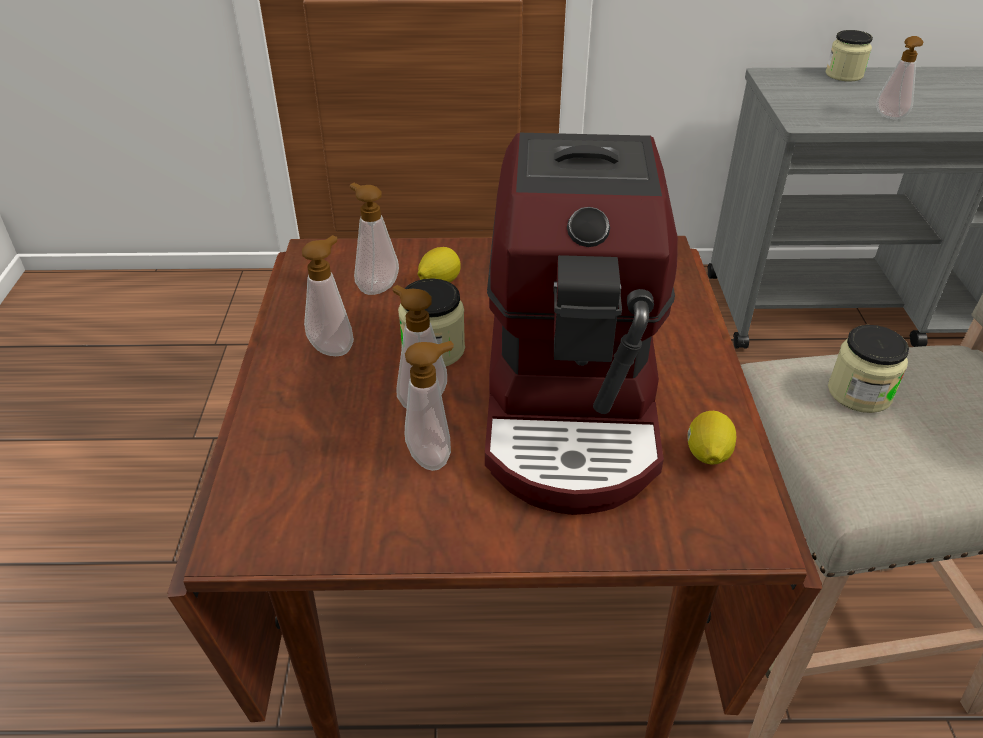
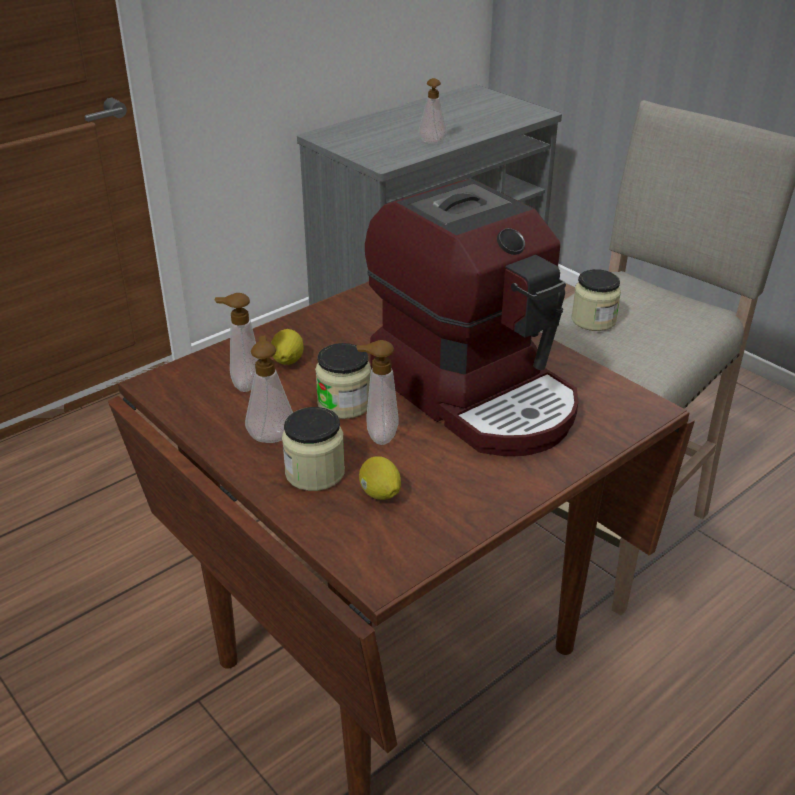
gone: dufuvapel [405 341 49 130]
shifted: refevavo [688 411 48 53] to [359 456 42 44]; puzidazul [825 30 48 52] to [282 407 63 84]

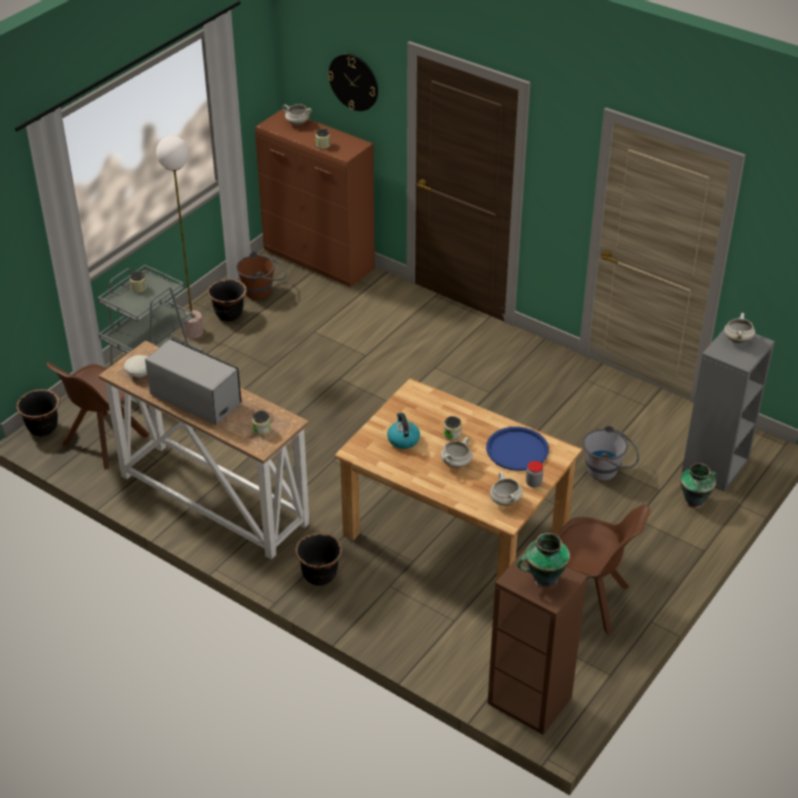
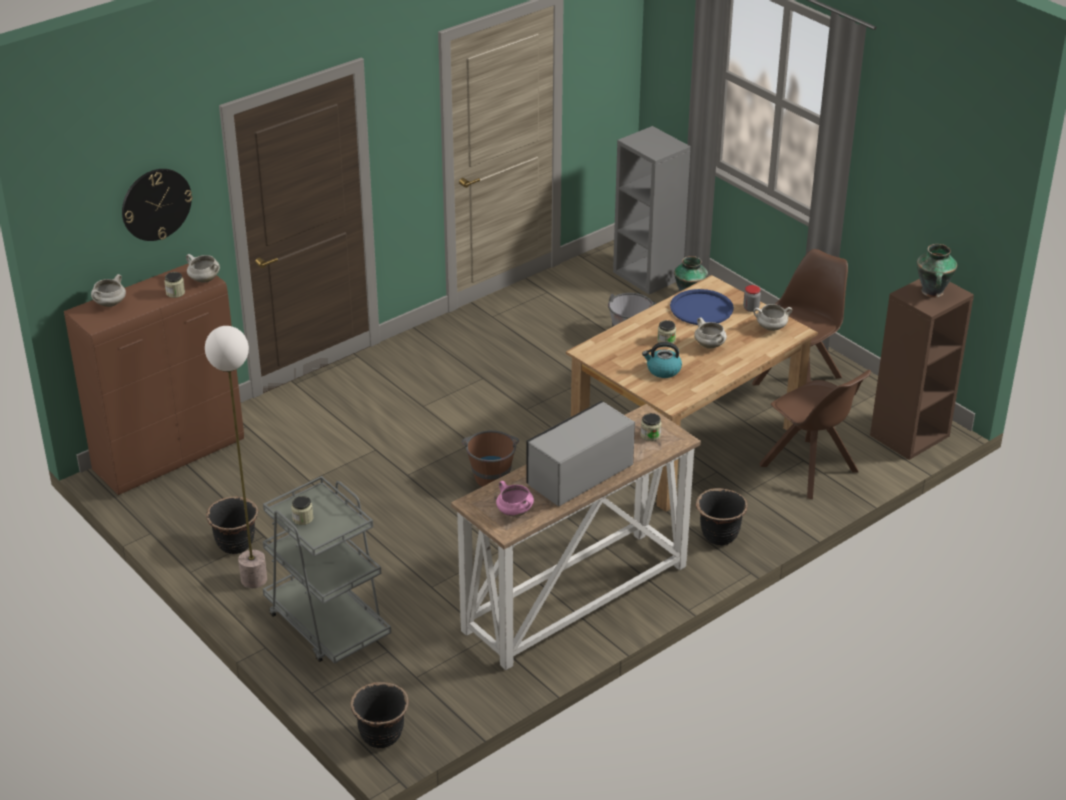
shifted: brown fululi [46 362 103 108] to [759 370 112 129]; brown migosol [236 251 51 49] to [462 430 57 57]; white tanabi [724 313 31 30] to [186 254 34 28]
swapped: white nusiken [124 355 23 23] to pink tanabi [496 481 38 36]

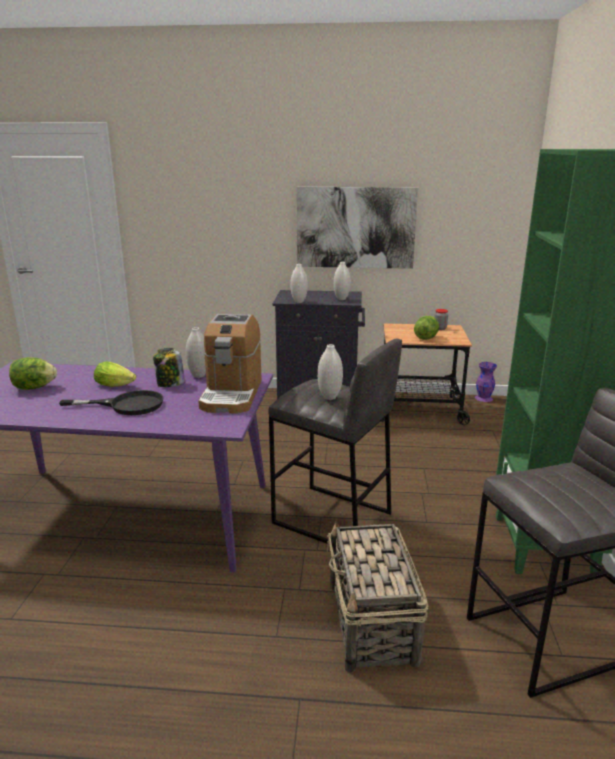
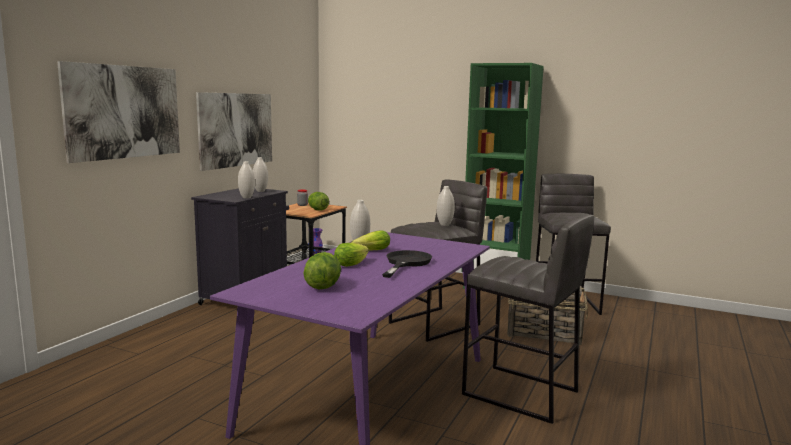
gone: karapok [198 314 64 100]
new: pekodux [57 61 123 102]; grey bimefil [462 215 132 209]
swapped: puzidazul [153 348 32 39] to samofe [351 230 39 21]

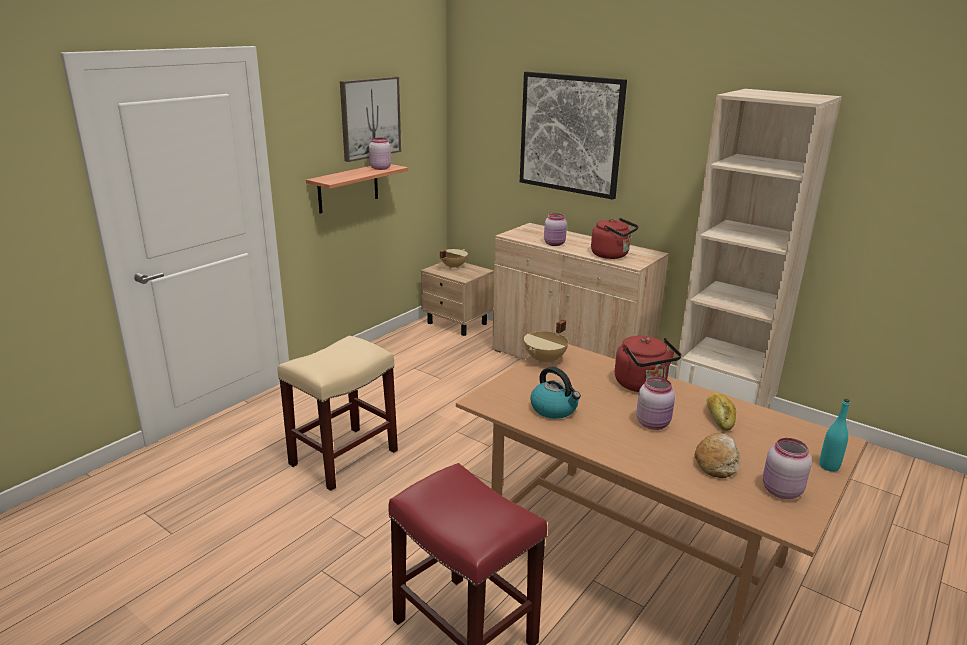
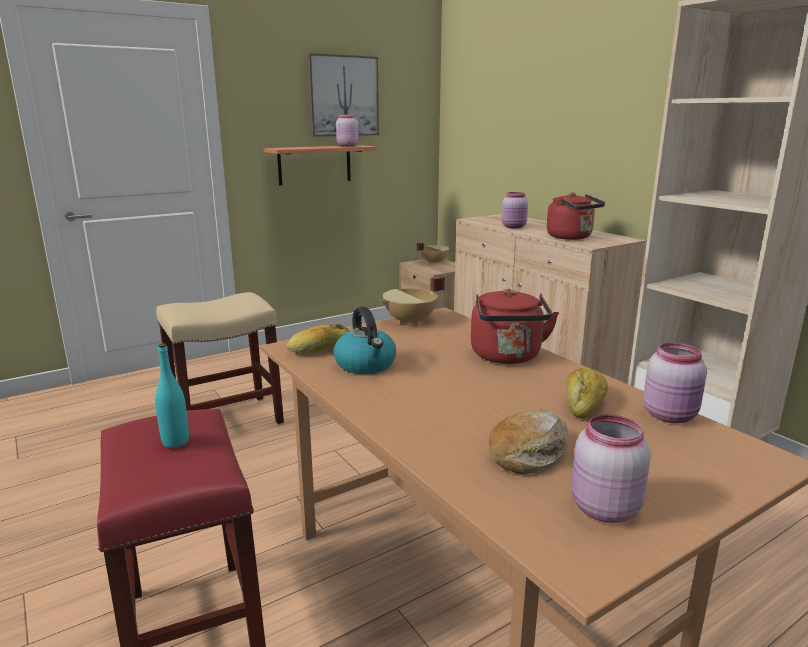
gone: pekodux [520 72 107 128]
new: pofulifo [287 324 63 30]
shifted: pink puzidazul [636 377 39 53] to [643 343 64 80]; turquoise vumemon [819 399 31 73] to [155 343 34 105]

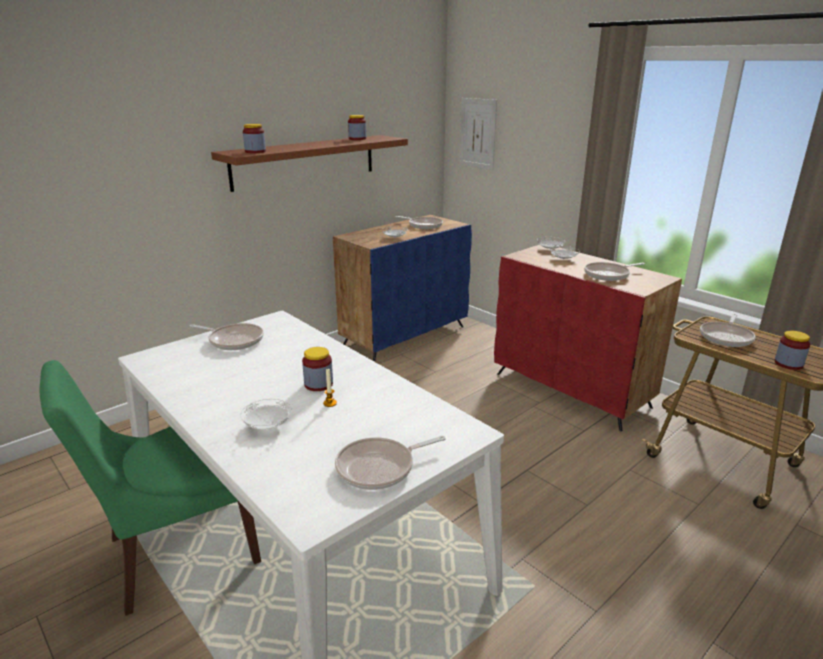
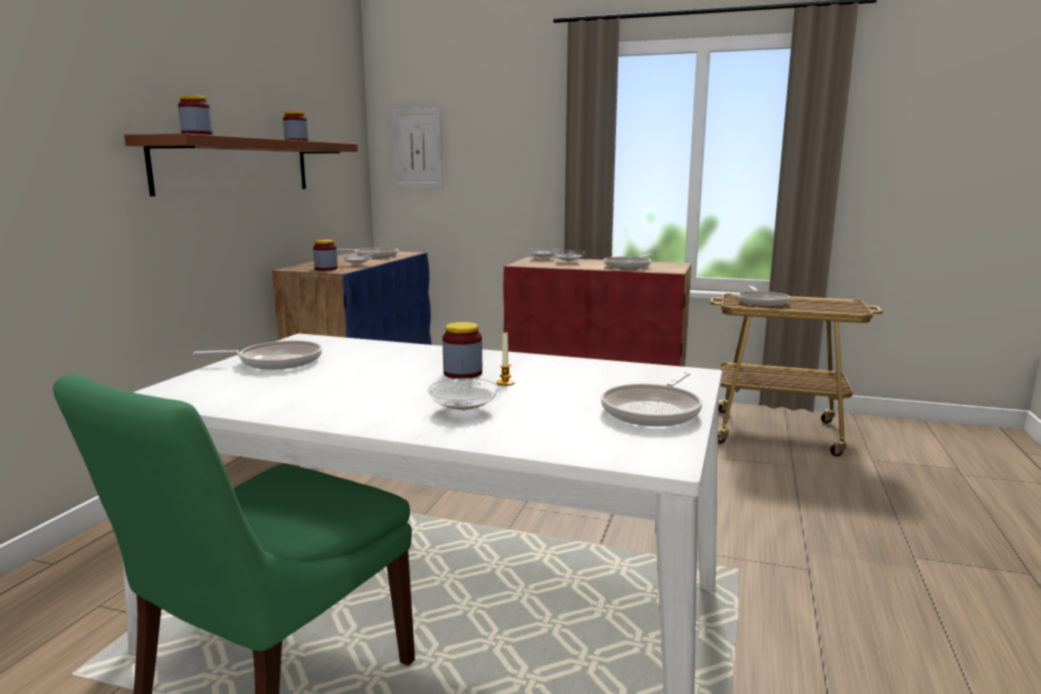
shifted: puzidazul [774 331 37 39] to [313 240 25 31]

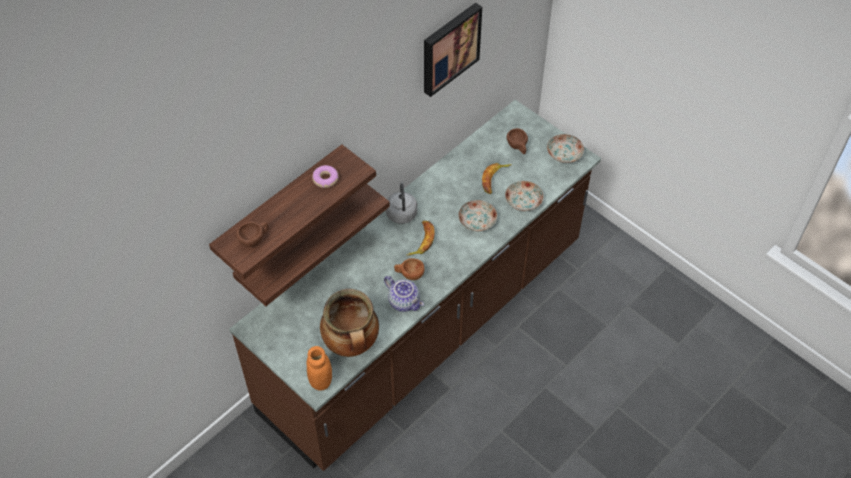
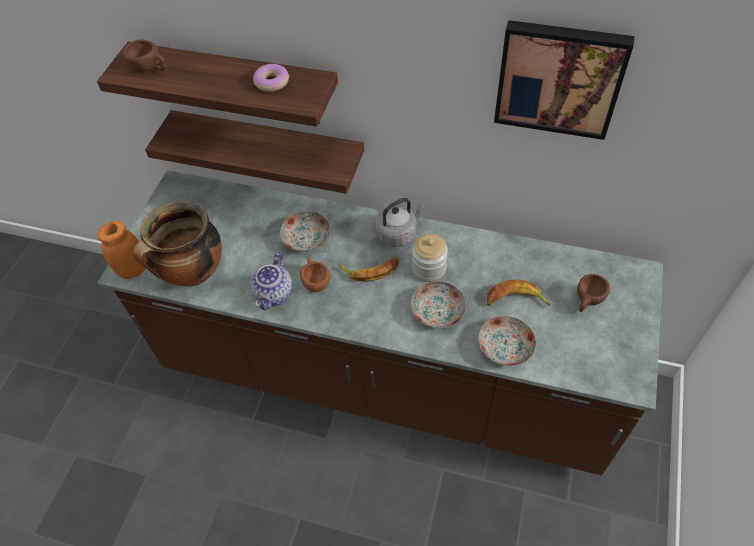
new: puzidazul [412 234 36 48]
shifted: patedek [547 134 37 29] to [280 211 50 40]

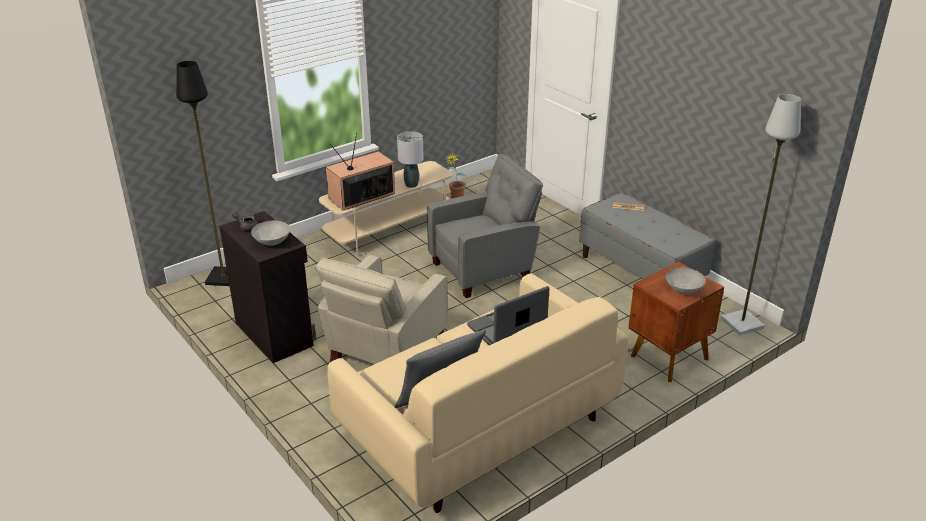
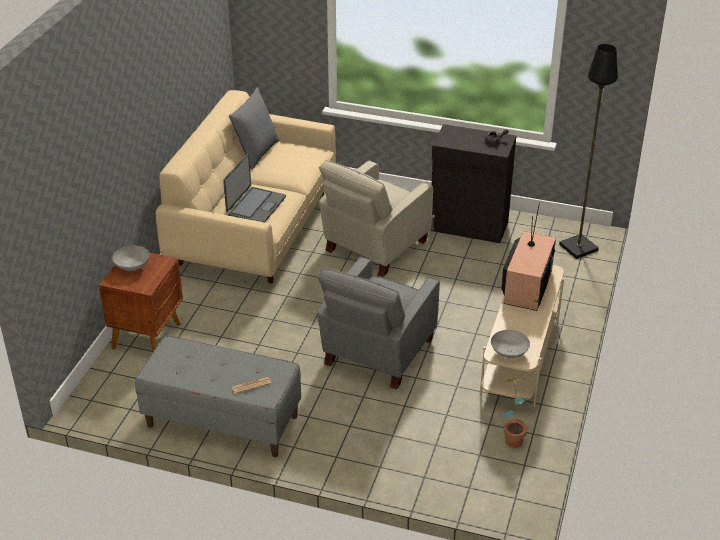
gone: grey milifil [397 131 27 57]; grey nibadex [721 94 80 241]
shifted: grey nusiken [251 221 39 25] to [491 330 39 28]
rotated: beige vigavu [315 254 133 110] = [319 160 114 117] 135 degrees counterclockwise

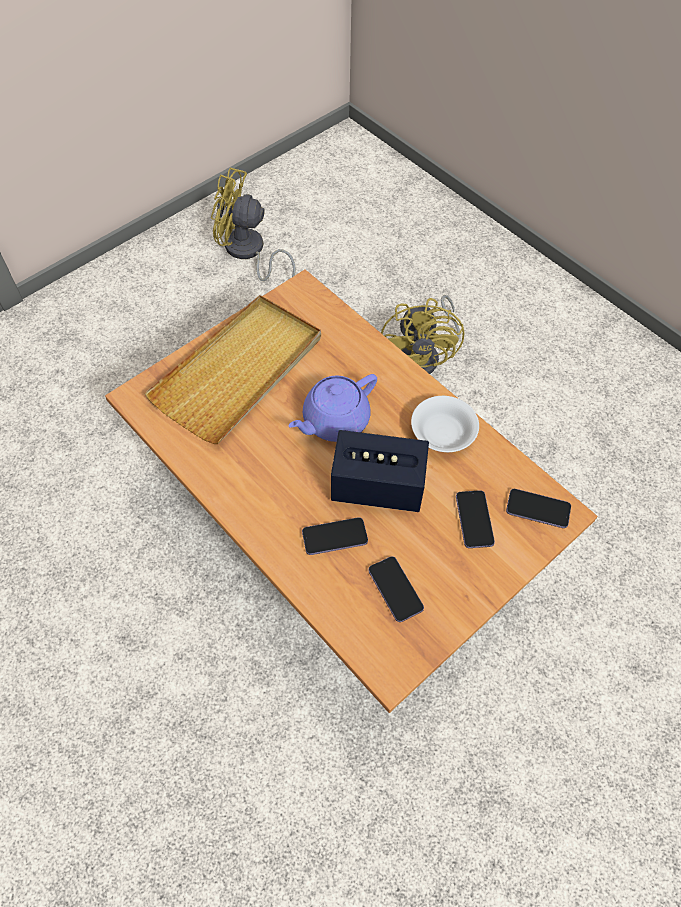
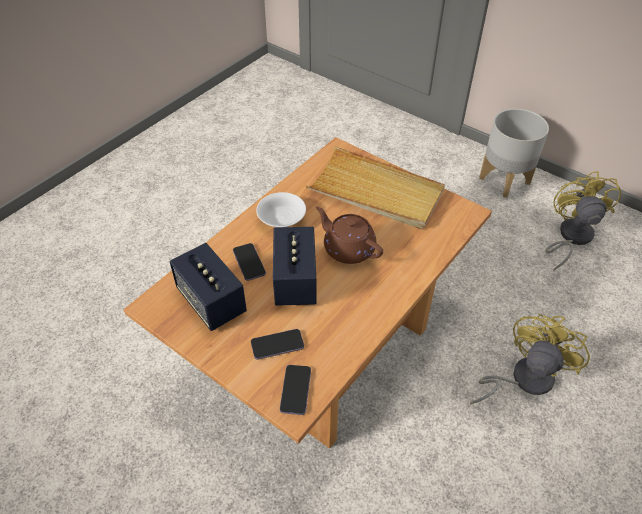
new: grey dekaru [479 108 70 90]
shifted: white nusiken [411 396 68 56] to [256 192 50 36]
swapped: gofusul [368 556 56 66] to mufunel [170 243 77 88]
repainted: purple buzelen [288 374 89 68] to brown buzelen [316 206 67 58]
rotated: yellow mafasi [381 295 84 79] = [470 314 120 90] 135 degrees clockwise

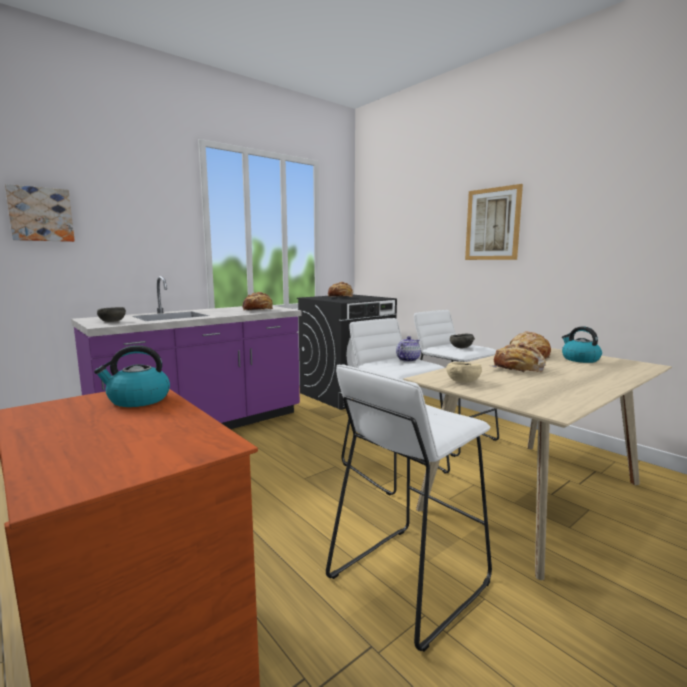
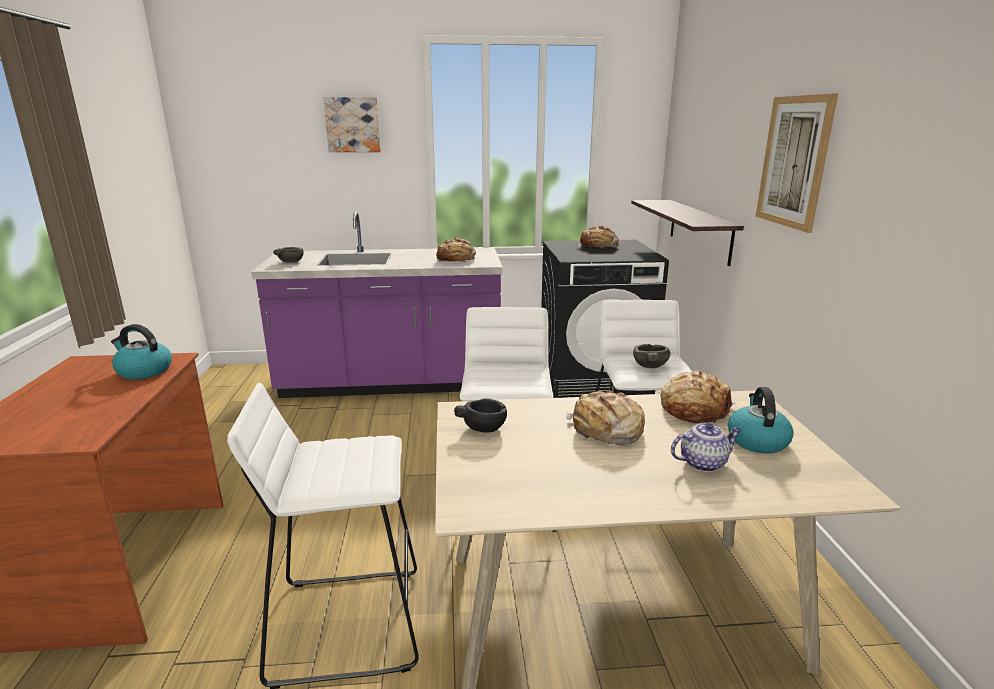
new: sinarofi [631 200 113 66]
shifted: pekodux [5 184 70 58] to [324 97 57 55]; buzelen [396 336 25 26] to [671 422 70 50]
repainted: beige nusiken [446 362 36 21] to black nusiken [454 398 53 35]

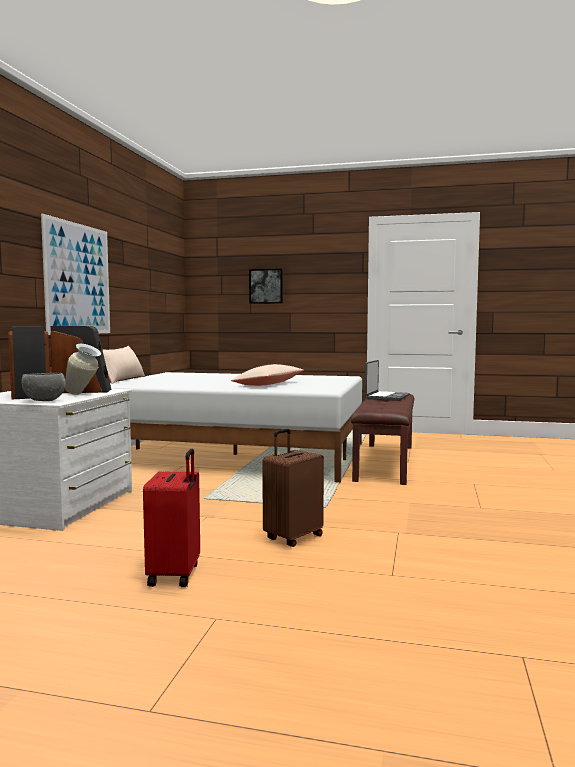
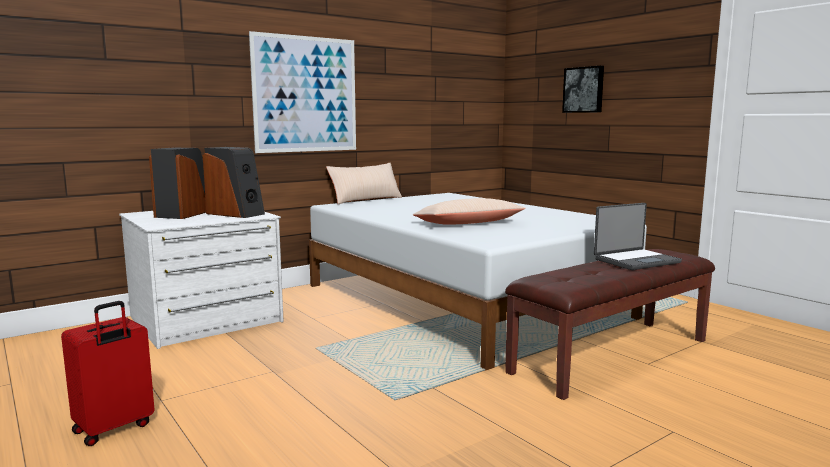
gone: grey nusiken [22 373 44 28]; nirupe [65 344 36 51]; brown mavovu [262 429 62 118]

